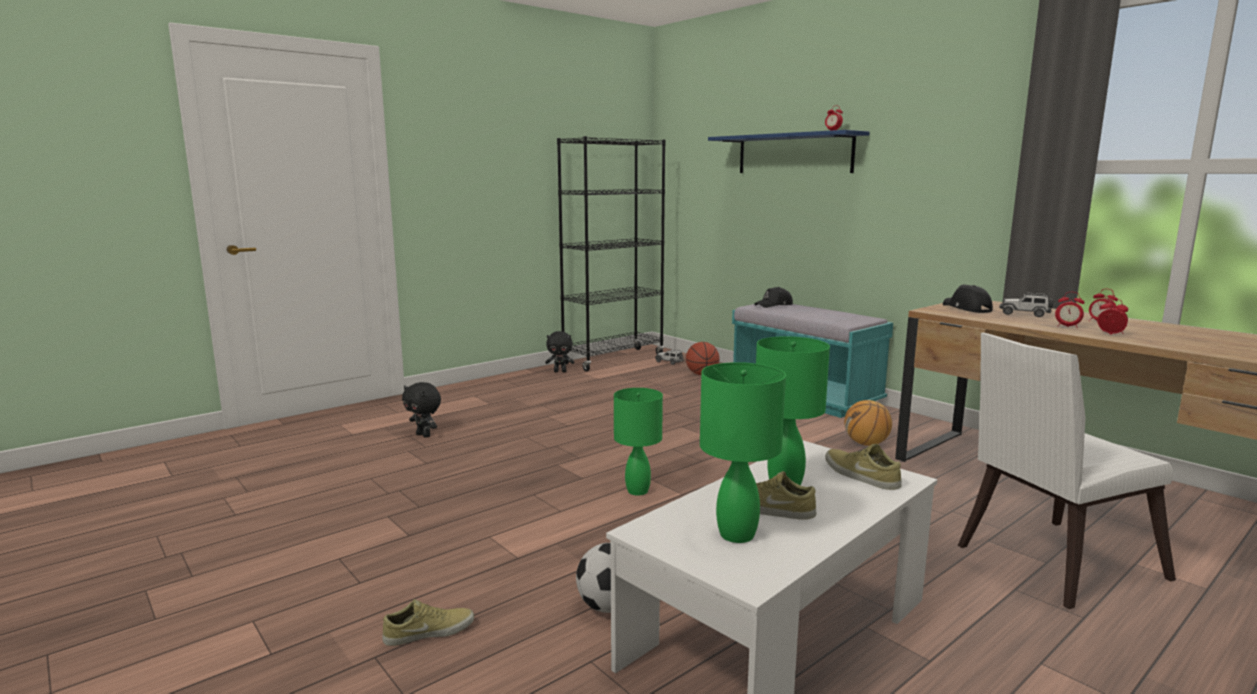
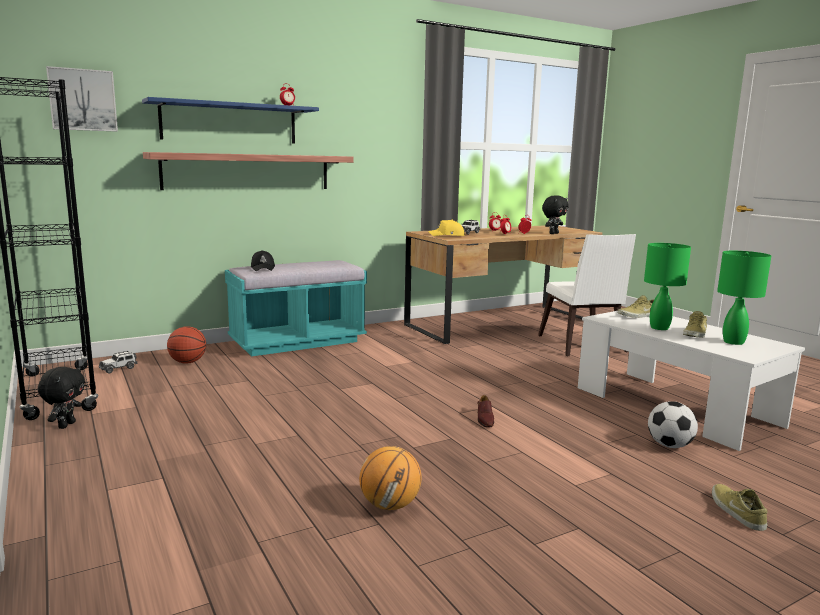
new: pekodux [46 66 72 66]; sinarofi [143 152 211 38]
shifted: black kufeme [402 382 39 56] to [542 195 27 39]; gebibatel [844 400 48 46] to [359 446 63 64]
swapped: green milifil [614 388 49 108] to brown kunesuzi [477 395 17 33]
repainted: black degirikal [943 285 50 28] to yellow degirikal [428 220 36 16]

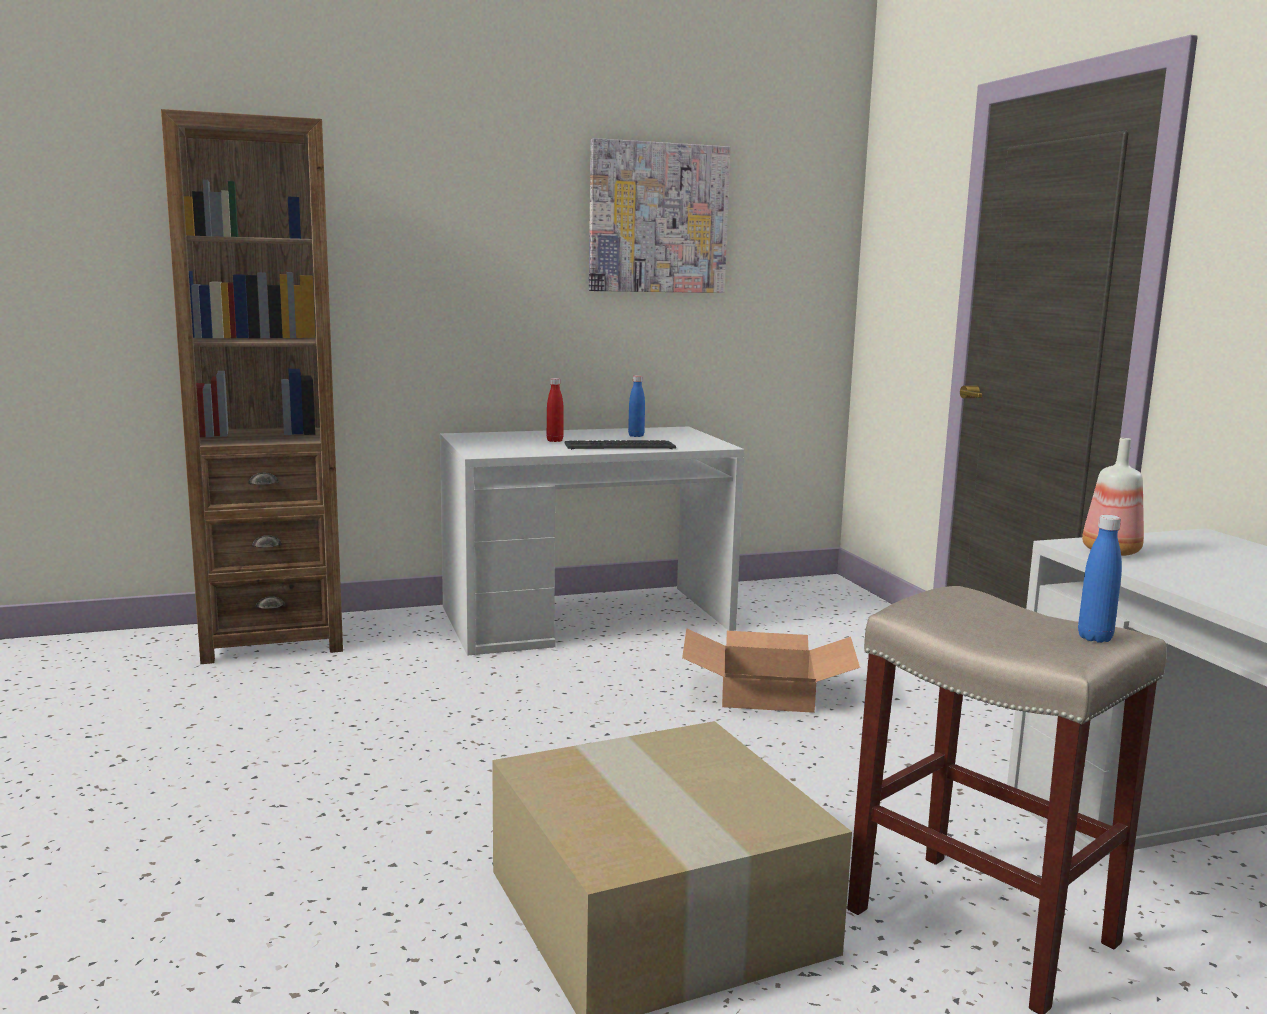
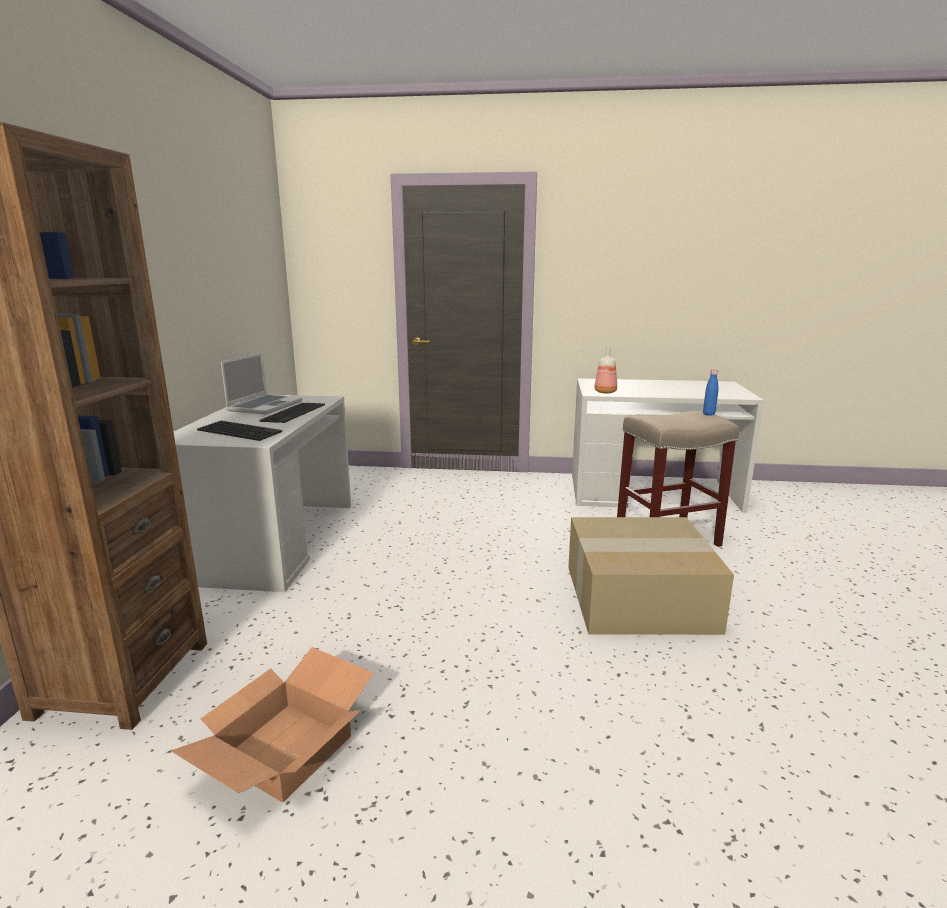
gone: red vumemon [547 378 17 64]; pekodux [589 138 141 155]
new: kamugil [197 421 85 20]
shifted: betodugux [682 628 178 85] to [171 647 203 156]
swapped: blue vumemon [628 375 17 62] to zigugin [221 353 81 62]

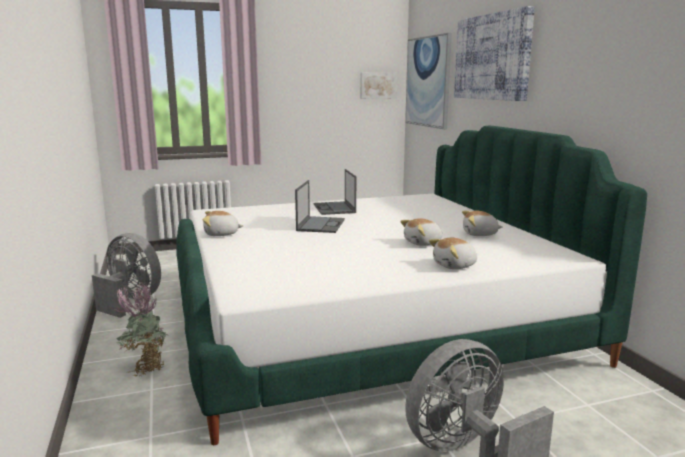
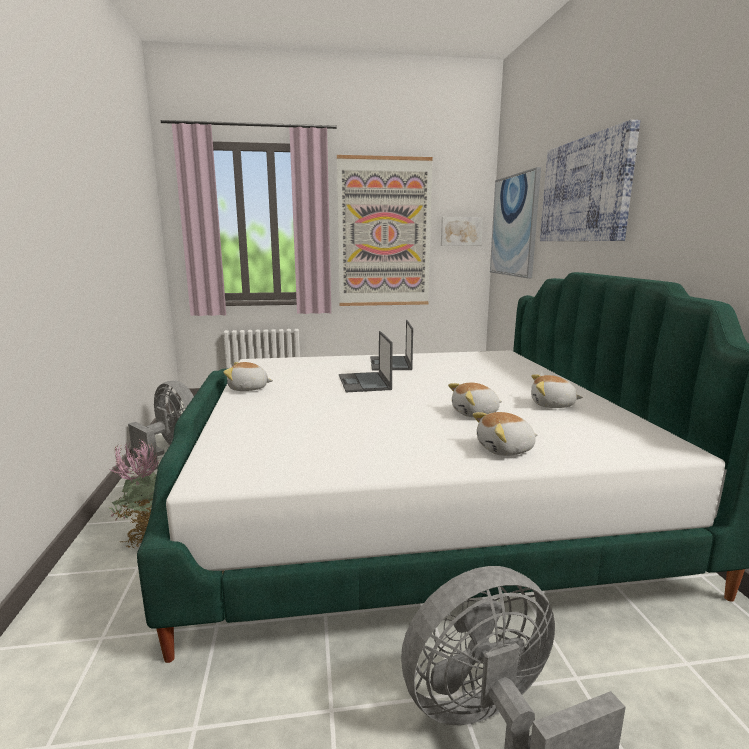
new: pekodux [337 155 96 151]
rotated: zigugin [295 180 50 53] = [339 331 54 61] 150 degrees clockwise

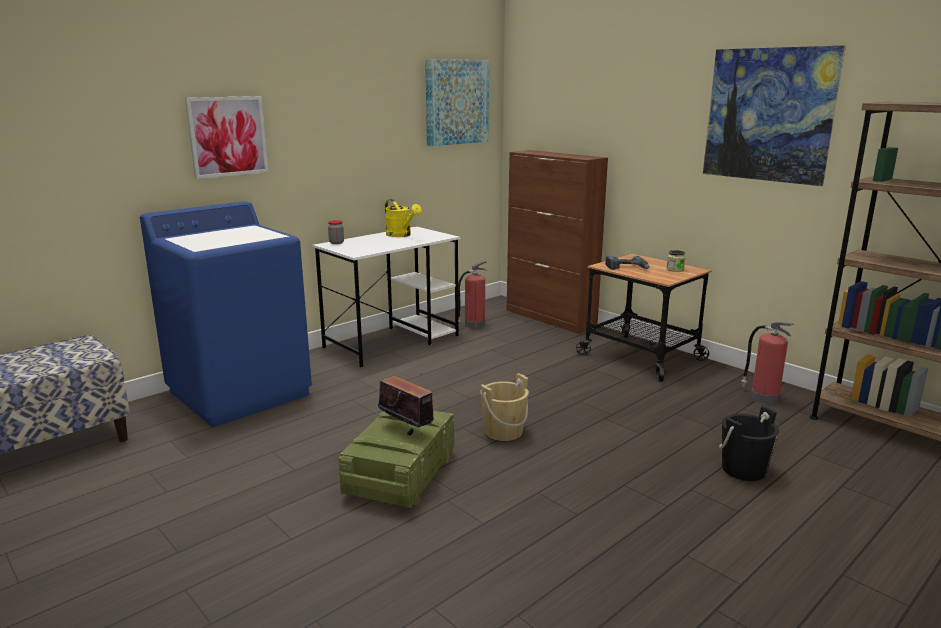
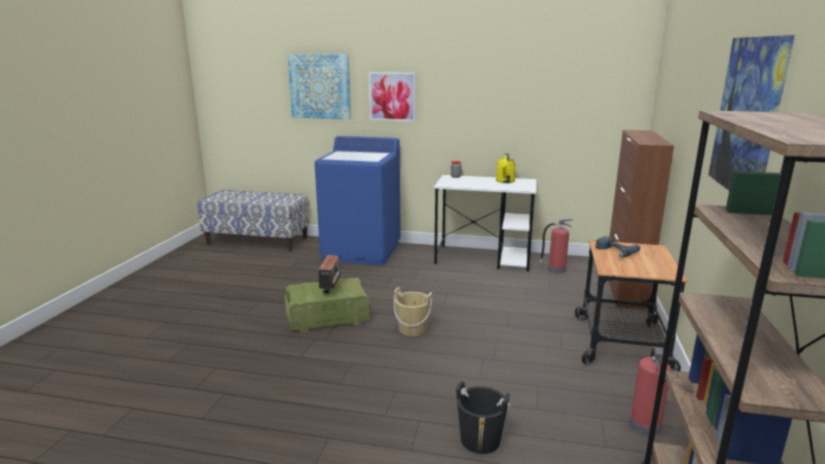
gone: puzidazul [666 250 19 22]
shifted: pekodux [425 59 64 87] to [287 54 64 65]

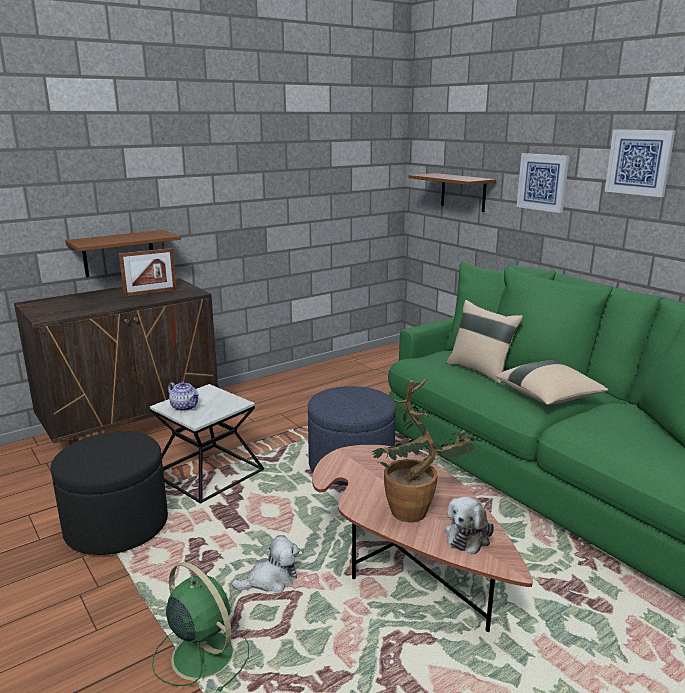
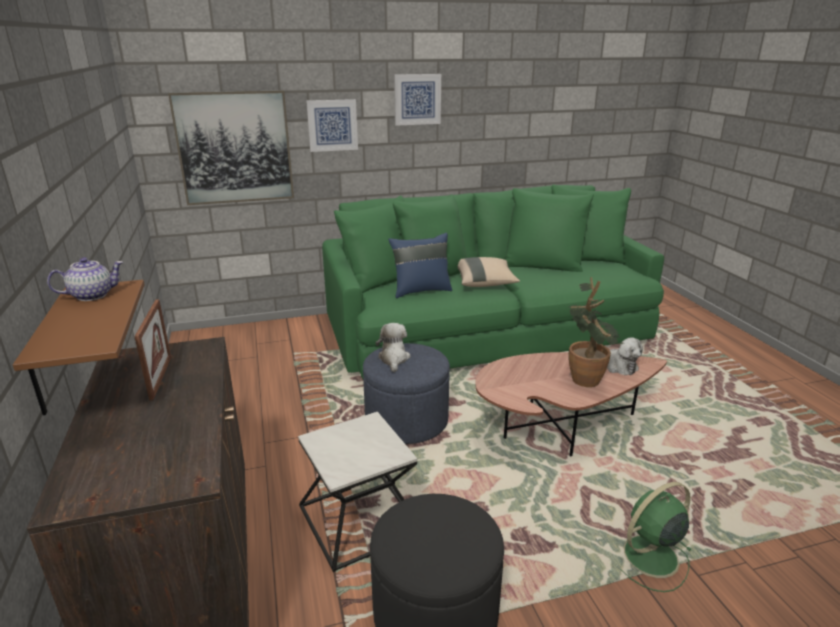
shifted: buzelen [168 382 31 29] to [47 257 76 44]; kufeme [231 535 68 58] to [376 323 34 49]
swapped: brown sinarofi [409 173 87 39] to pekodux [168 90 126 115]
repainted: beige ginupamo [447 300 76 84] to blue ginupamo [388 233 64 65]

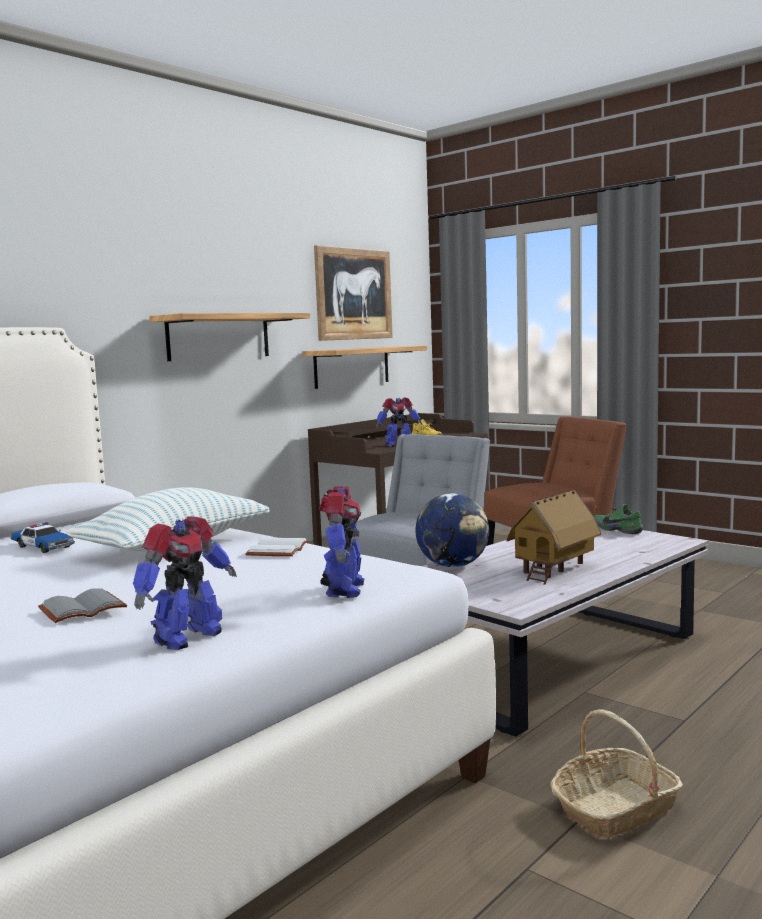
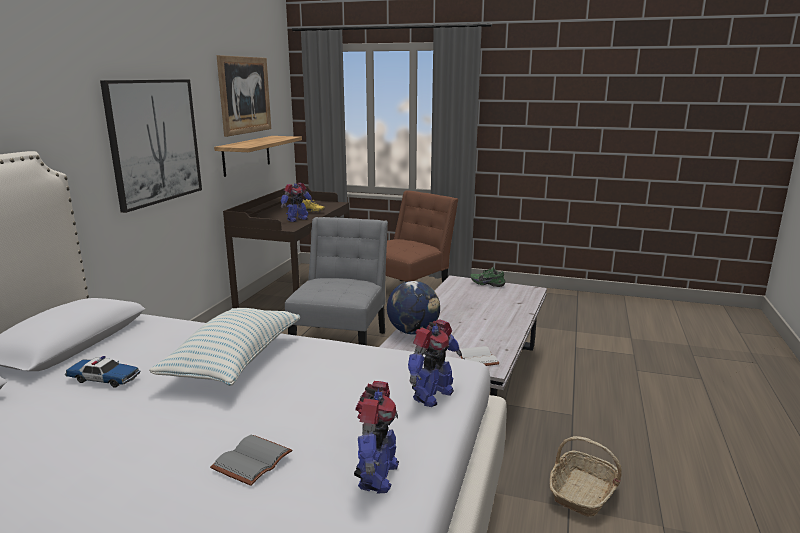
gone: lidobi [506 490 95 95]
shifted: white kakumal [245 538 64 18] to [459 346 41 20]
swapped: sinarofi [149 313 161 48] to pekodux [100 79 102 134]
rotated: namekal [319 486 45 112] = [408 319 54 88] 60 degrees clockwise

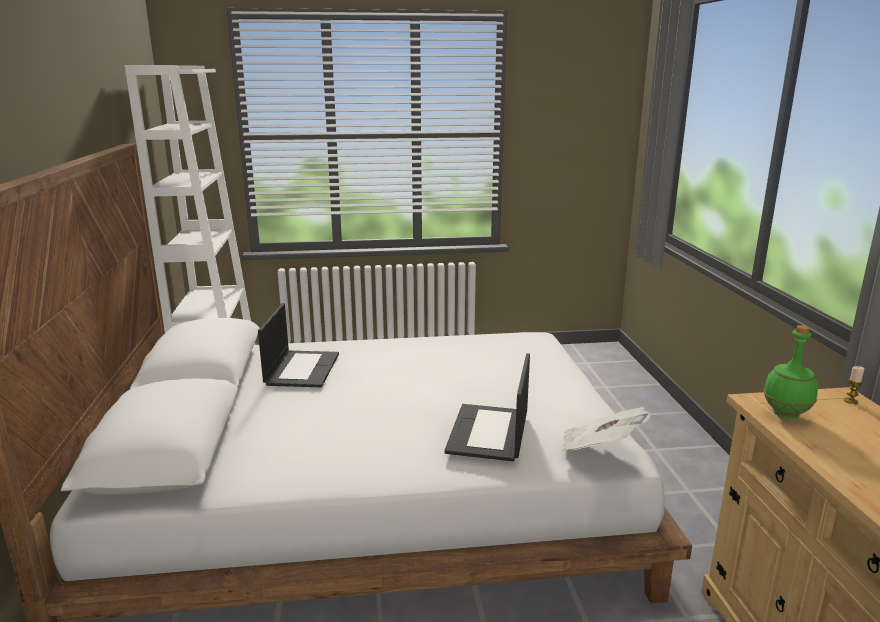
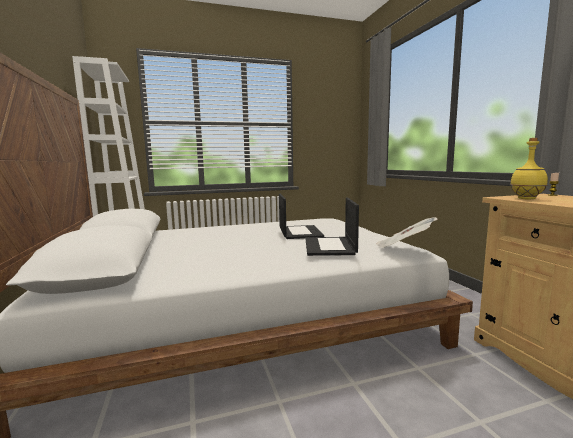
shifted: zigugin [258 303 81 84] to [279 194 45 45]
repainted: green vumemon [763 325 55 94] to yellow vumemon [510 138 38 61]

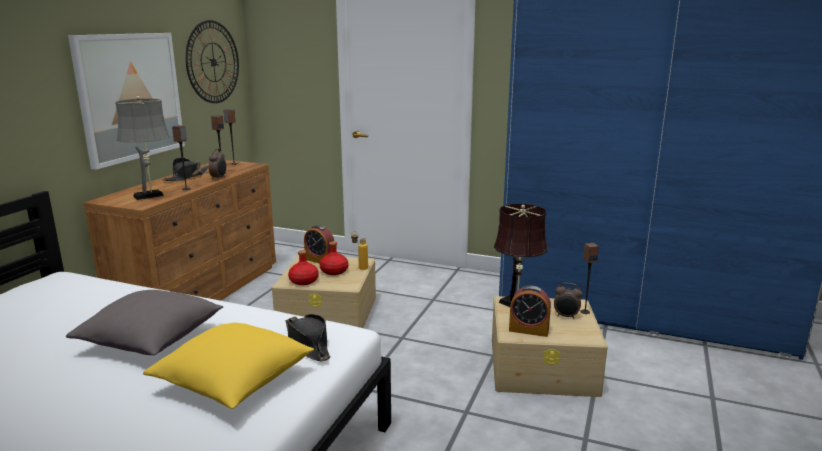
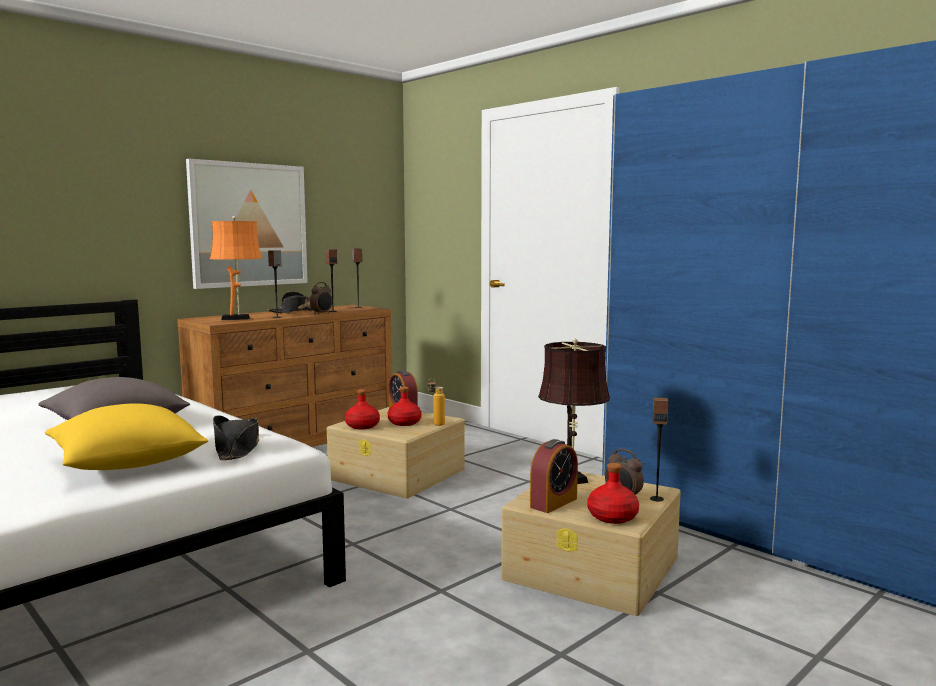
gone: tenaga [185 20 54 83]
new: red vumemon [587 463 52 61]
repainted: grey milifil [115 96 55 104] to orange milifil [210 216 53 104]
rotated: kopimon [509 286 42 51] = [530 439 48 74] 90 degrees counterclockwise

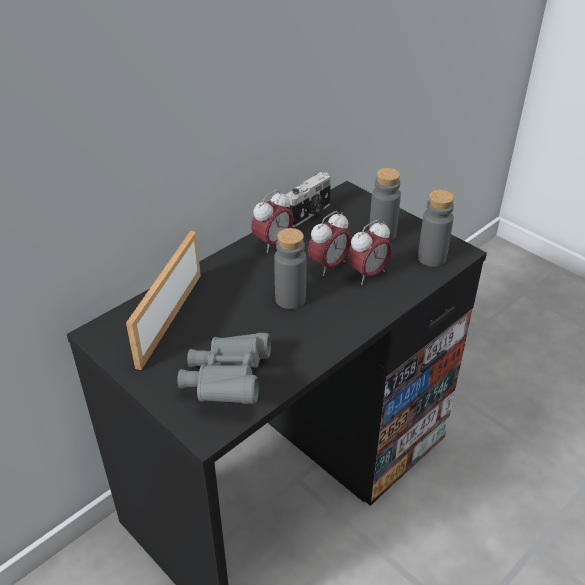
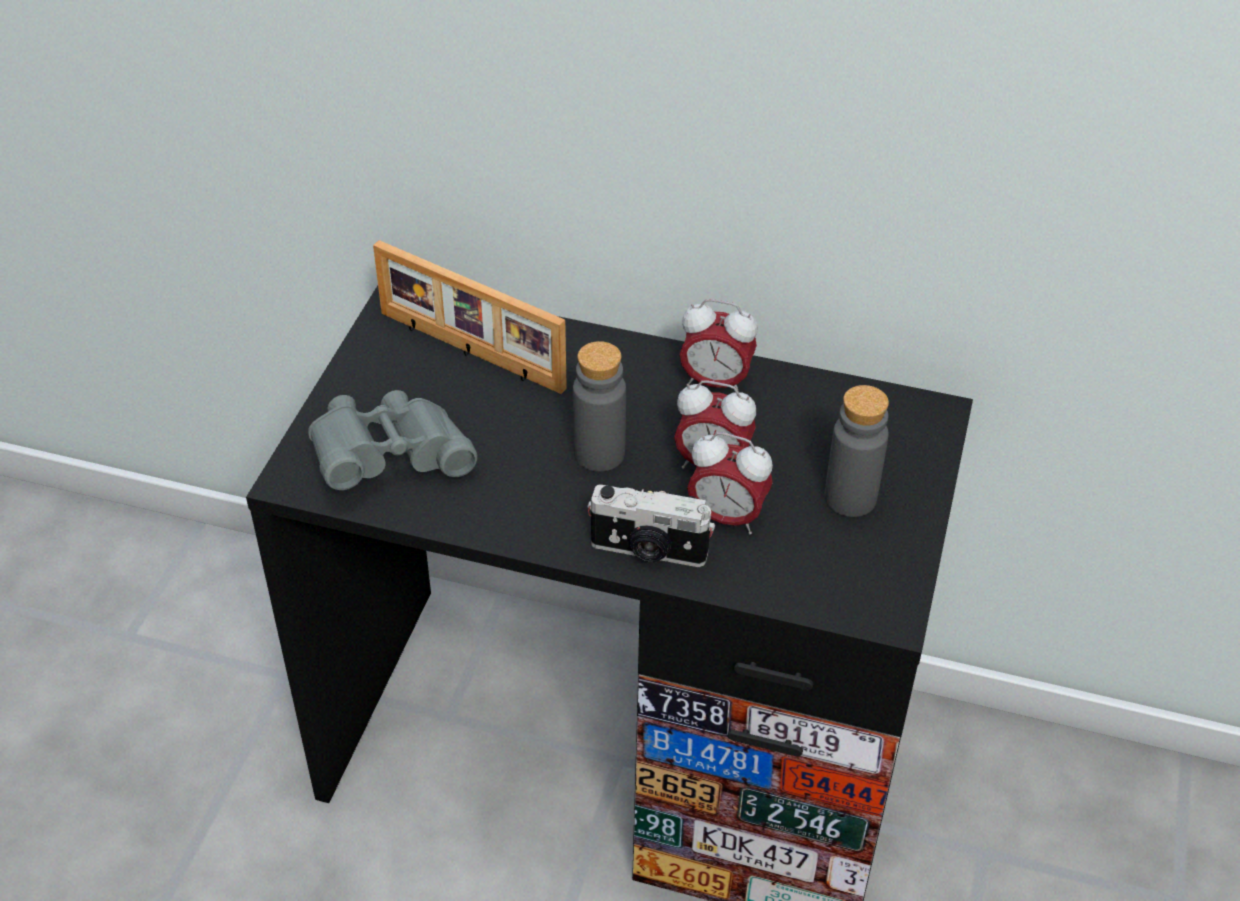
gone: grey vumemon [418 190 36 77]
shifted: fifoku [286 172 45 55] to [587 484 128 83]
rotated: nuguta [126 231 75 139] = [373 240 194 154] 135 degrees counterclockwise

